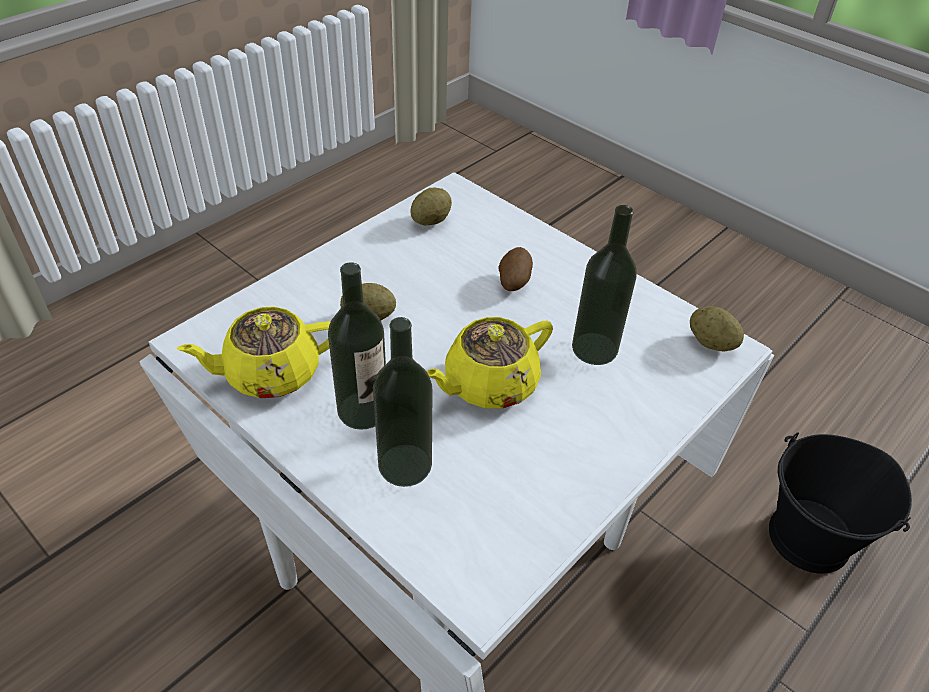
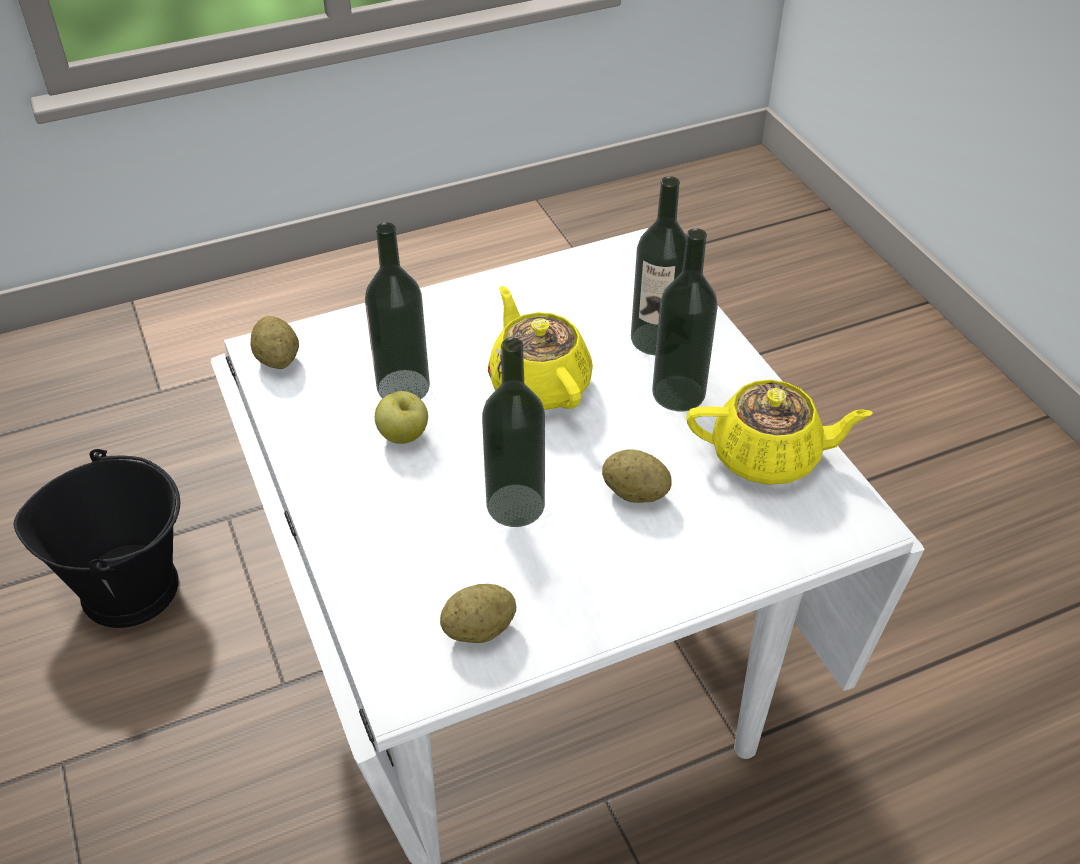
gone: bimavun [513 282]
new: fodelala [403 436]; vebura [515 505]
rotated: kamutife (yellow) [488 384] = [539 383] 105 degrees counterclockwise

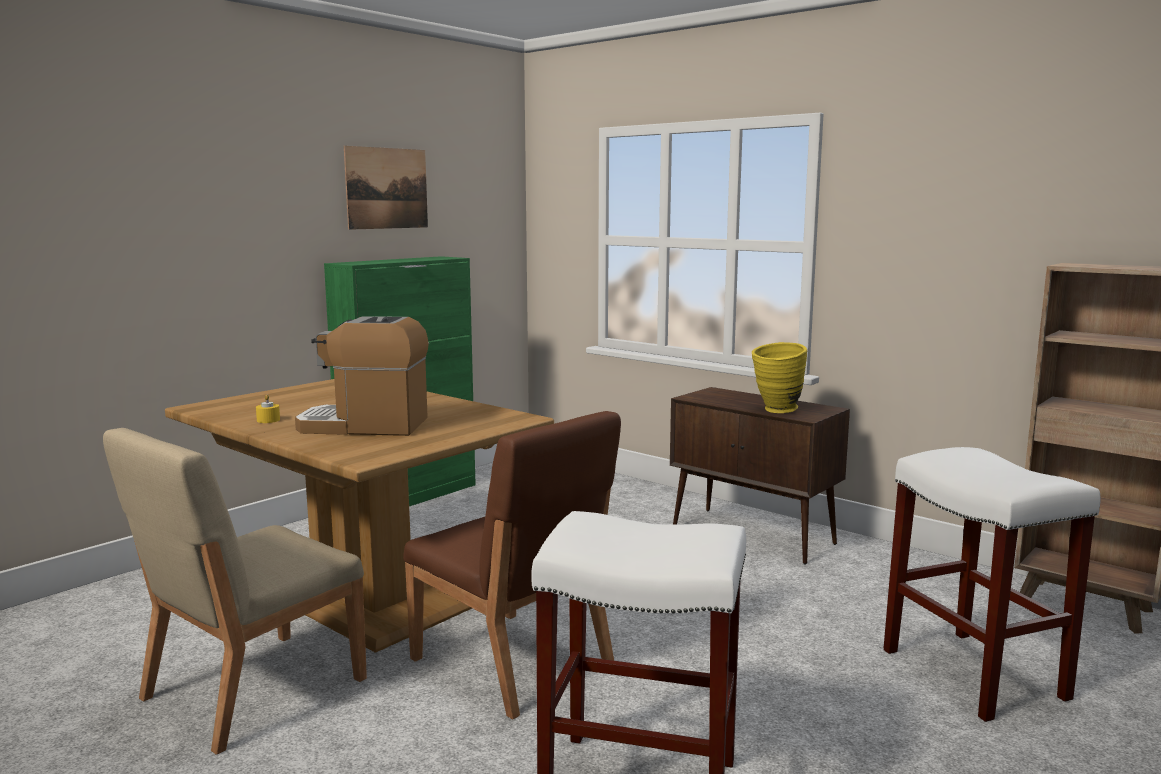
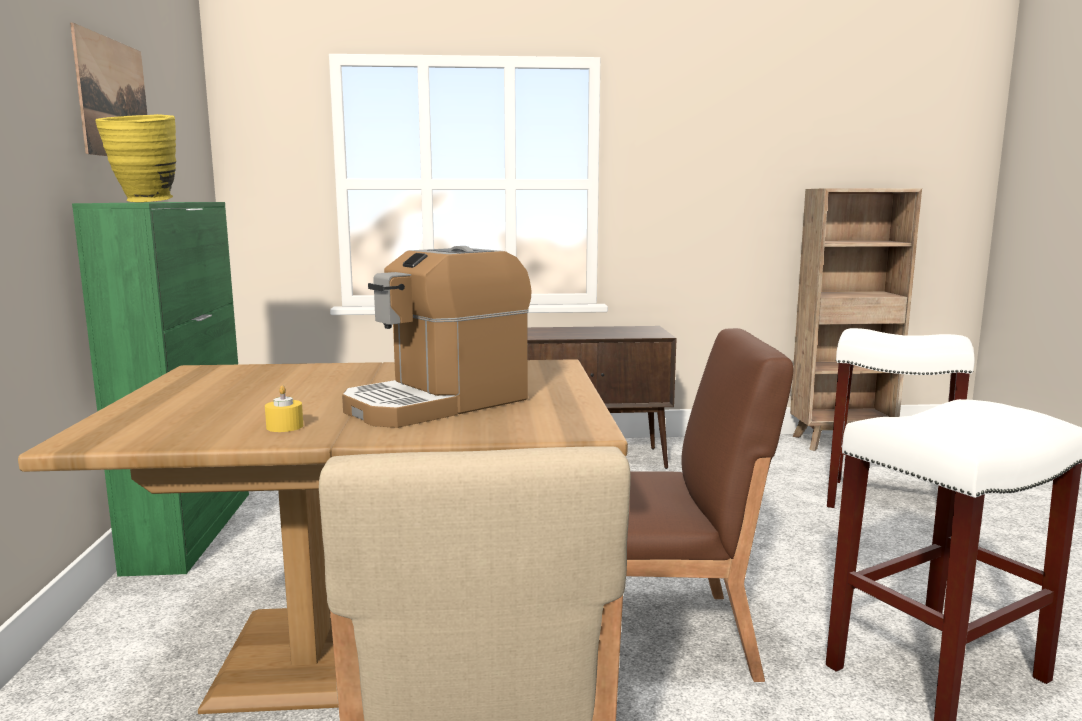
shifted: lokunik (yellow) [776 411] to [144 202]

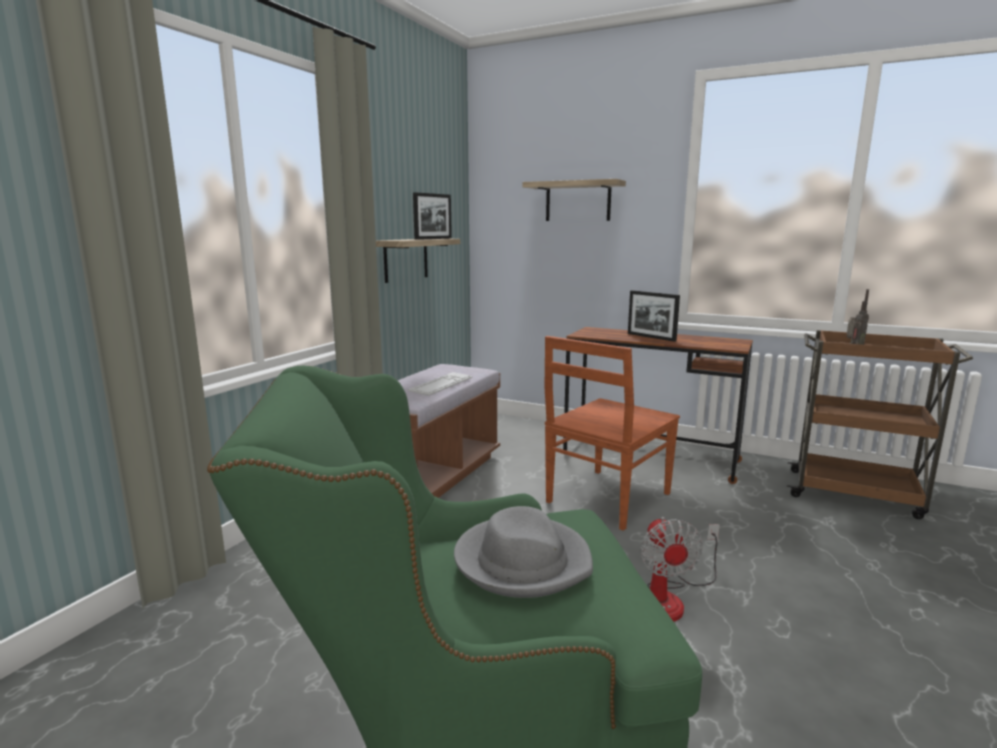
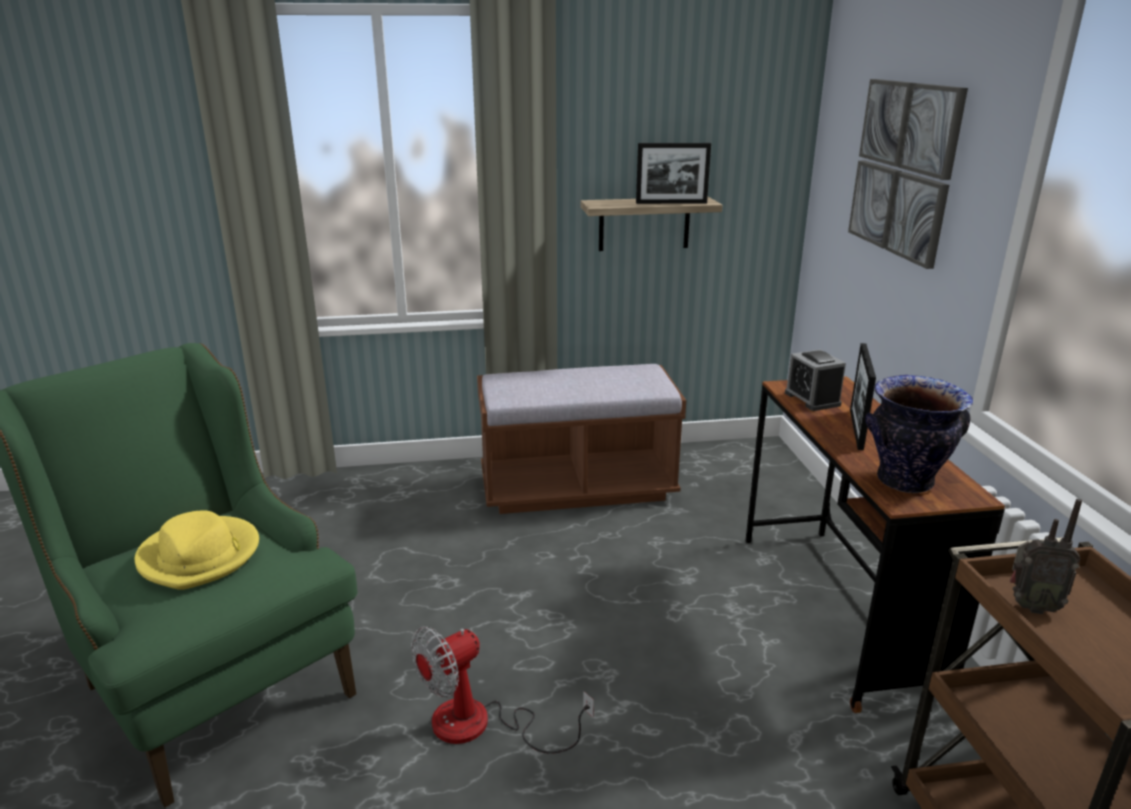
gone: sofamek [441 384]; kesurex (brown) [606 499]
new: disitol [812 399]; lokunik [905 482]
swapped: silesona [578 201] to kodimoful [903 169]
repainted: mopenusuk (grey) [522 560] to mopenusuk (yellow) [200 556]

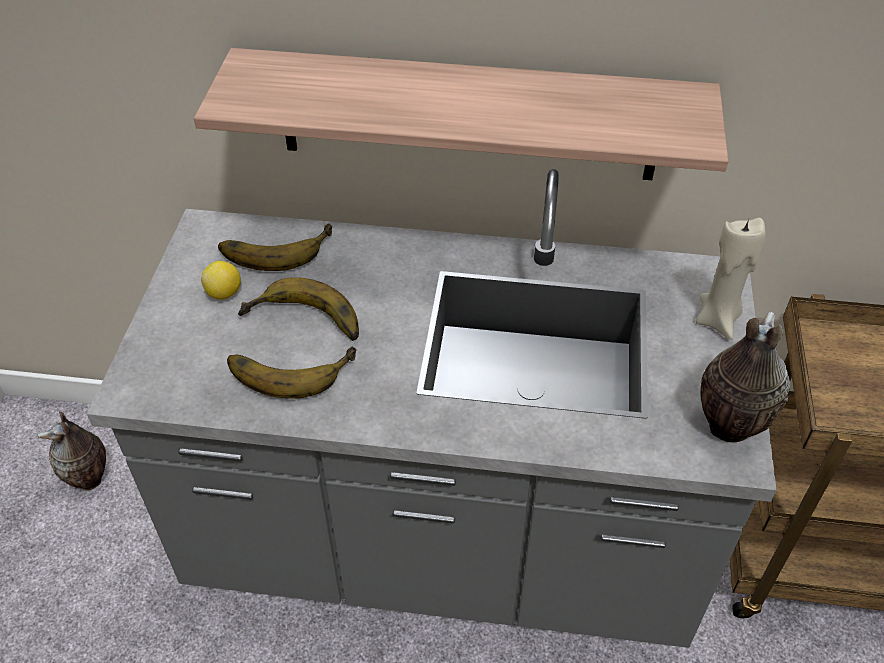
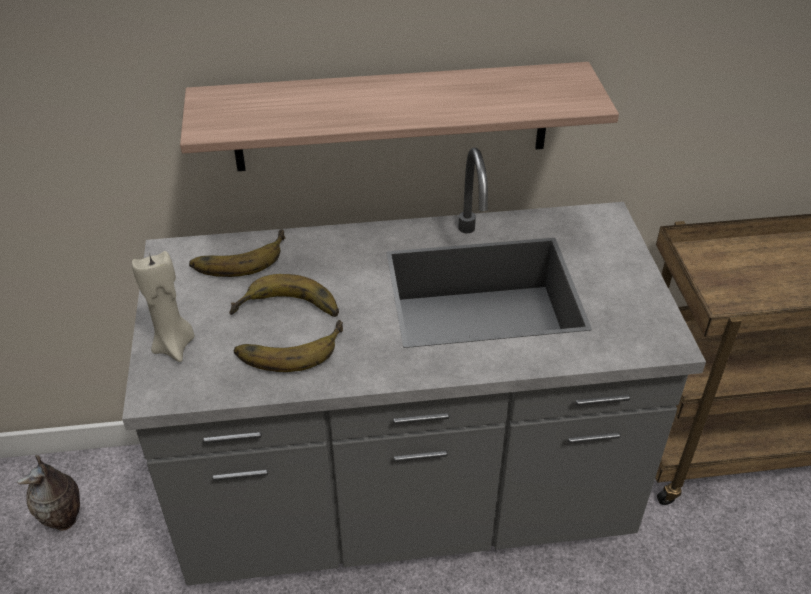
gone: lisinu [224 293]; lokunik [726 427]
shifted: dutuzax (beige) [718 319] to [174 346]

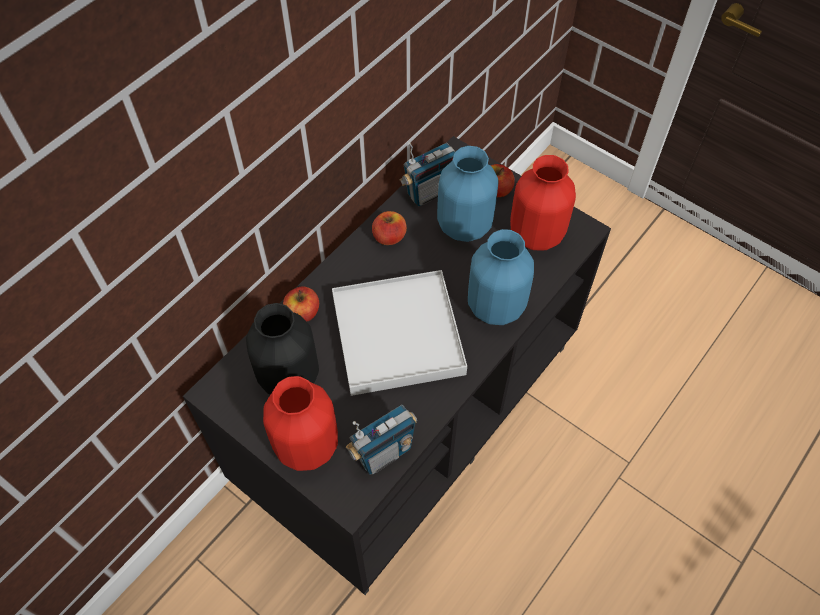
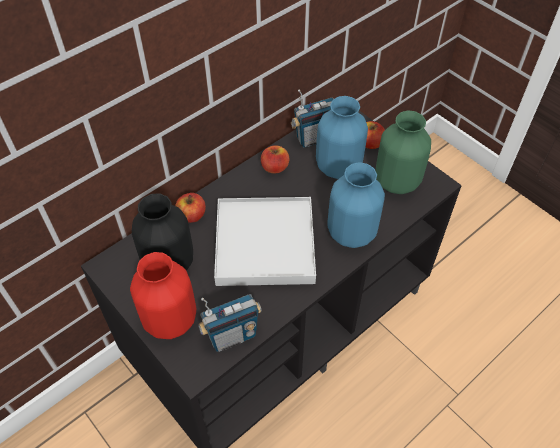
repainted: lokunik (red) [535 234] to lokunik (green) [396 181]

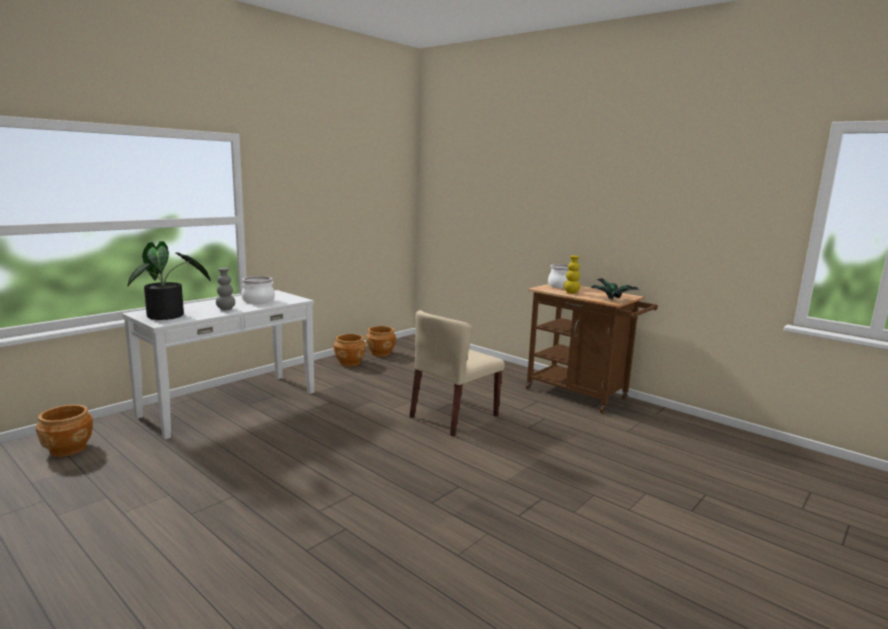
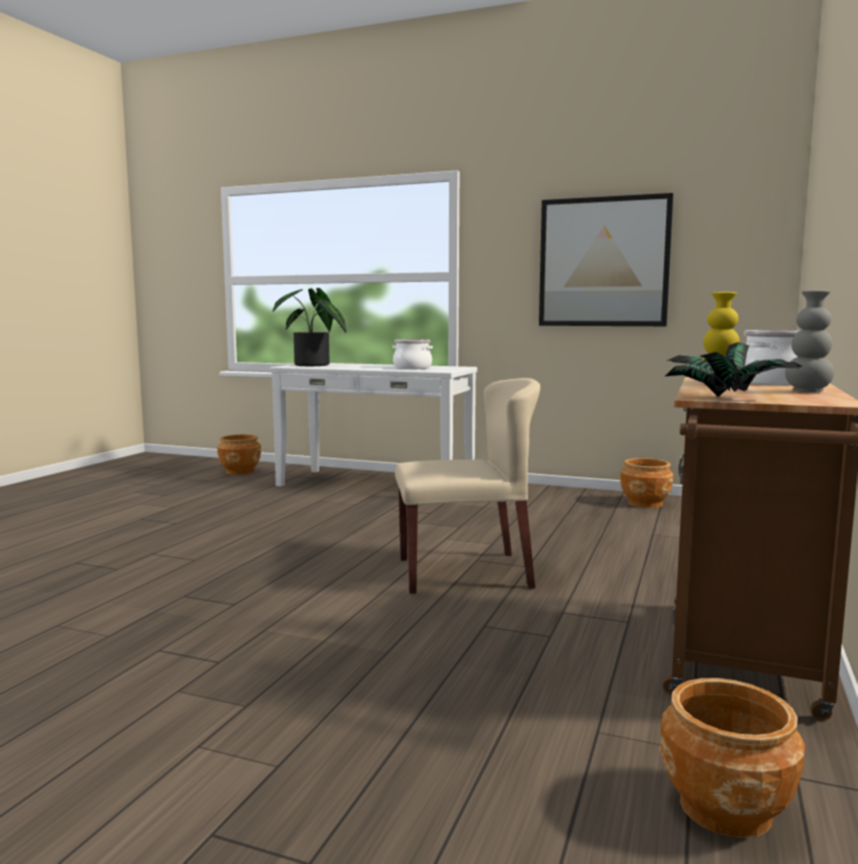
new: kodimoful [603 262]
shifted: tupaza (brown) [350 362] to [726 808]; lokunik (grey) [226 309] to [807 391]
rotated: kesurex (beige) [453 416] = [465 572] 150 degrees clockwise

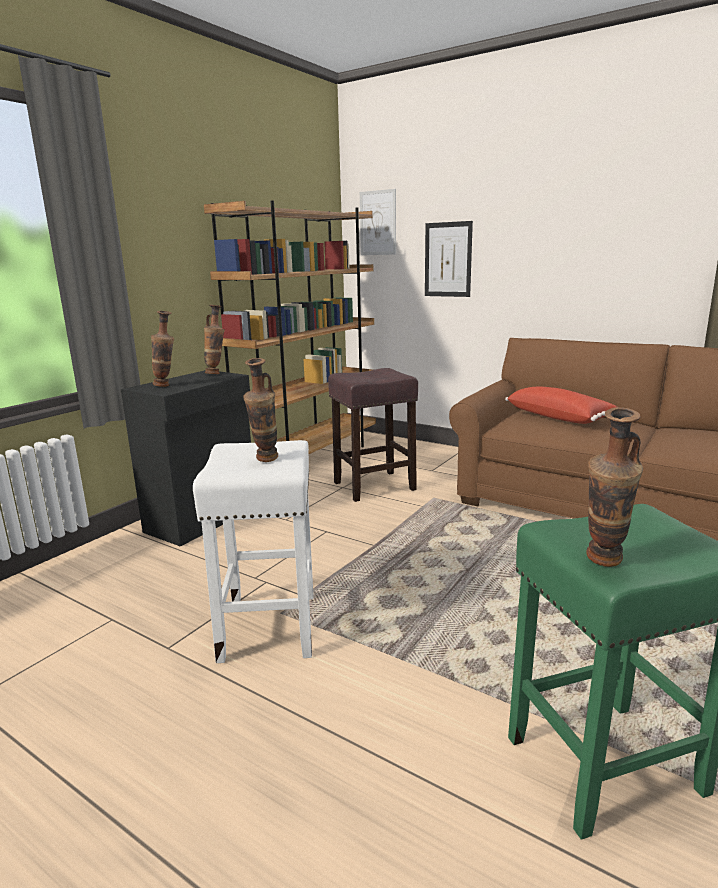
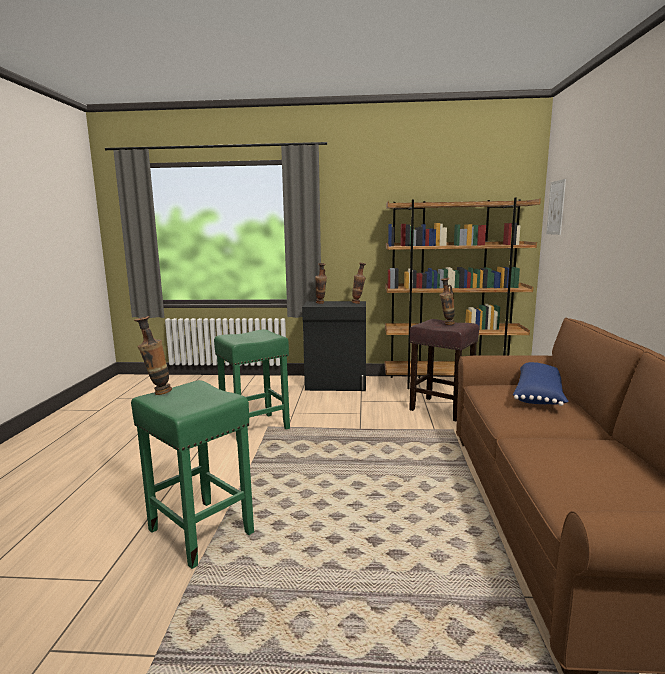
gone: kodimoful [448 259]
shifted: lokunik [265 461] to [446 324]
repainted: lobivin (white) [268 625] to lobivin (green) [256 427]; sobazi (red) [560 417] to sobazi (blue) [540 396]

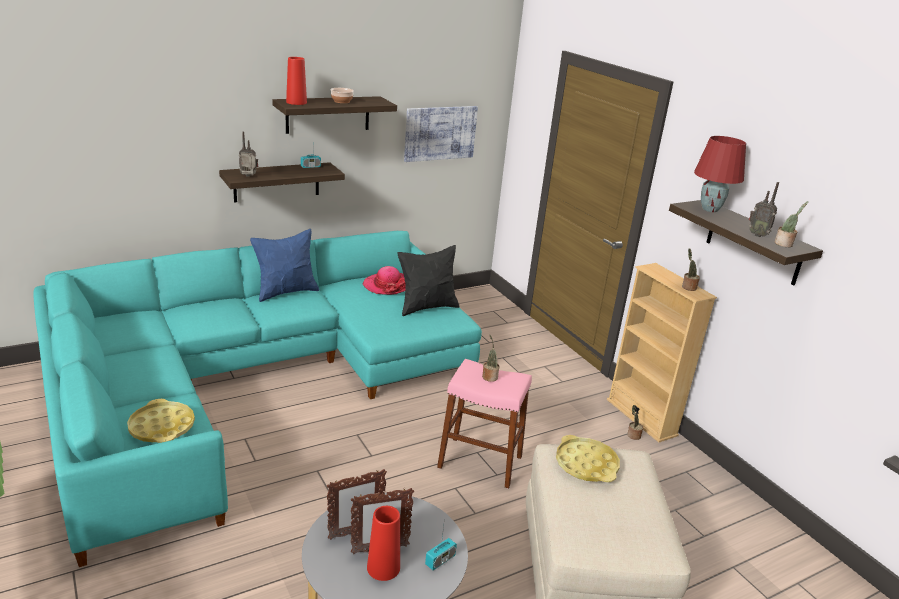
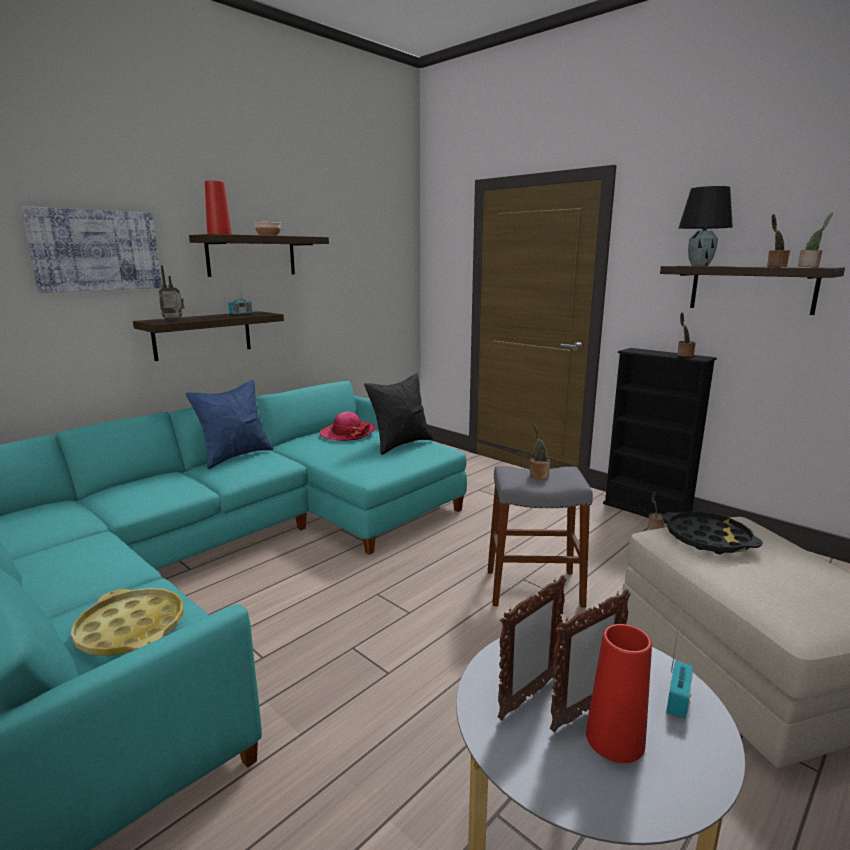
shifted: kodimoful [440 133] to [96 250]
swapped: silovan [757 235] to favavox [775 266]
repainted: lobivin (pink) [480 462] to lobivin (grey) [534 588]; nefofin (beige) [641 417] to nefofin (black) [646 511]; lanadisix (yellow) [586 464] to lanadisix (black) [708 539]; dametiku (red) [709 209] to dametiku (black) [699 265]

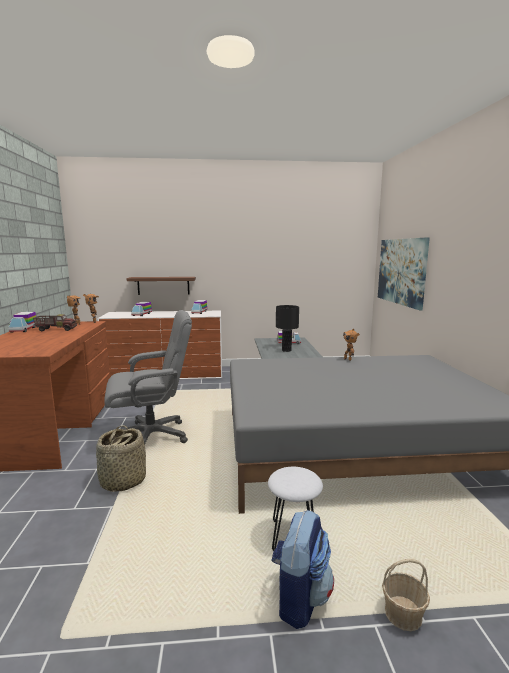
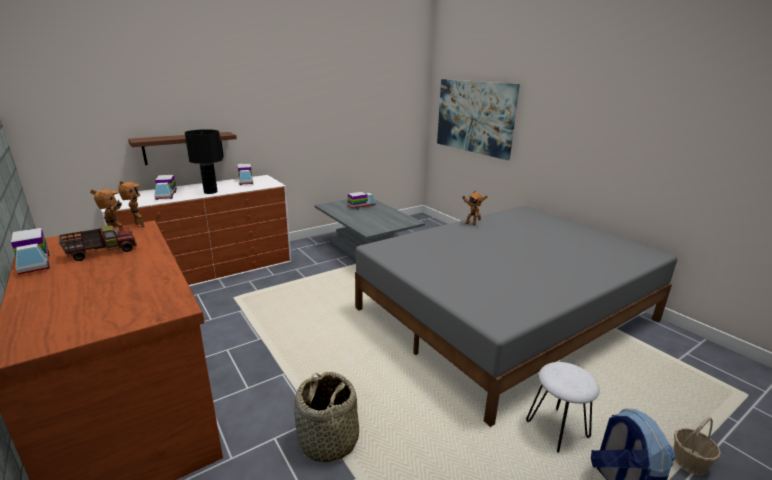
gone: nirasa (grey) [152 436]
shifted: dametiku (black) [286 350] to [210 192]

